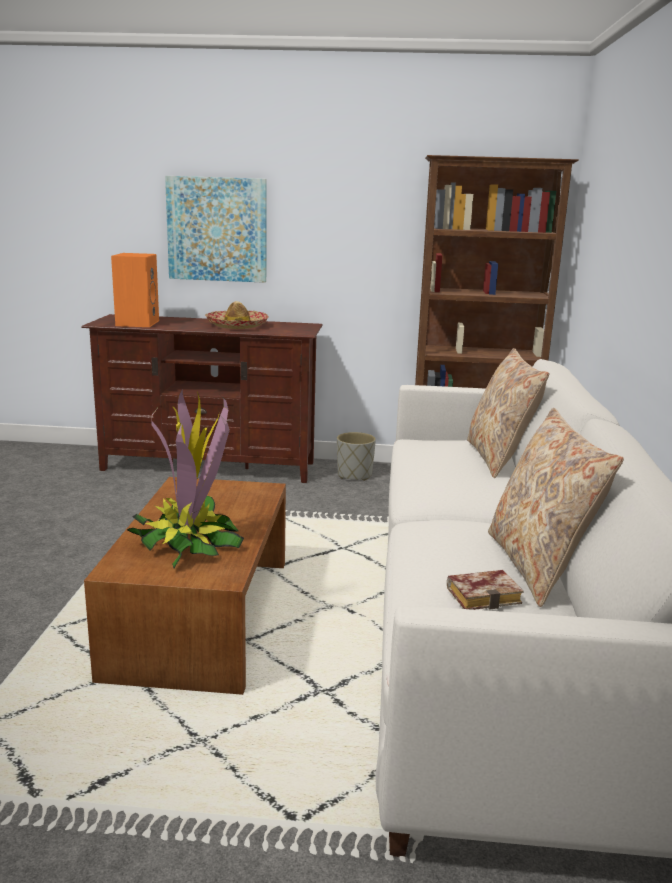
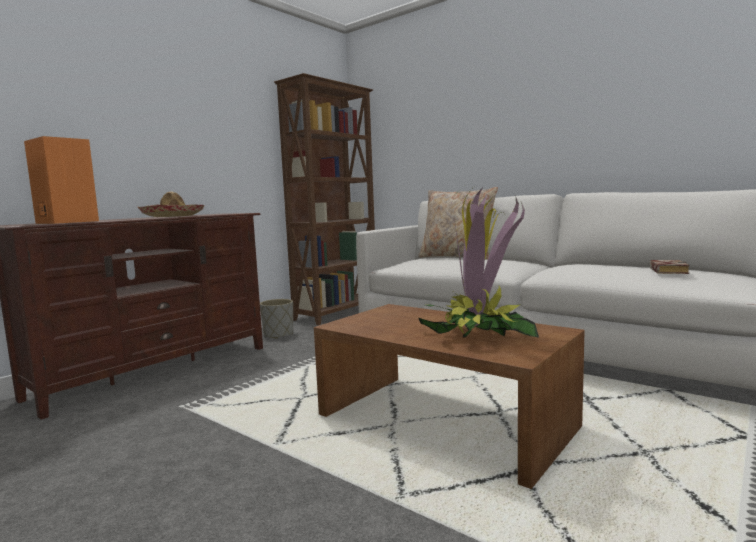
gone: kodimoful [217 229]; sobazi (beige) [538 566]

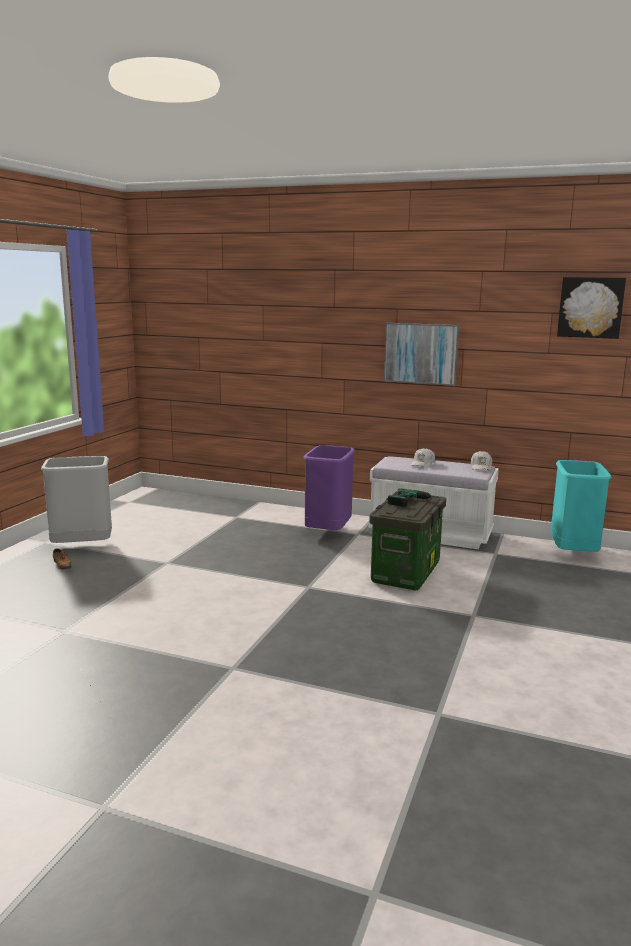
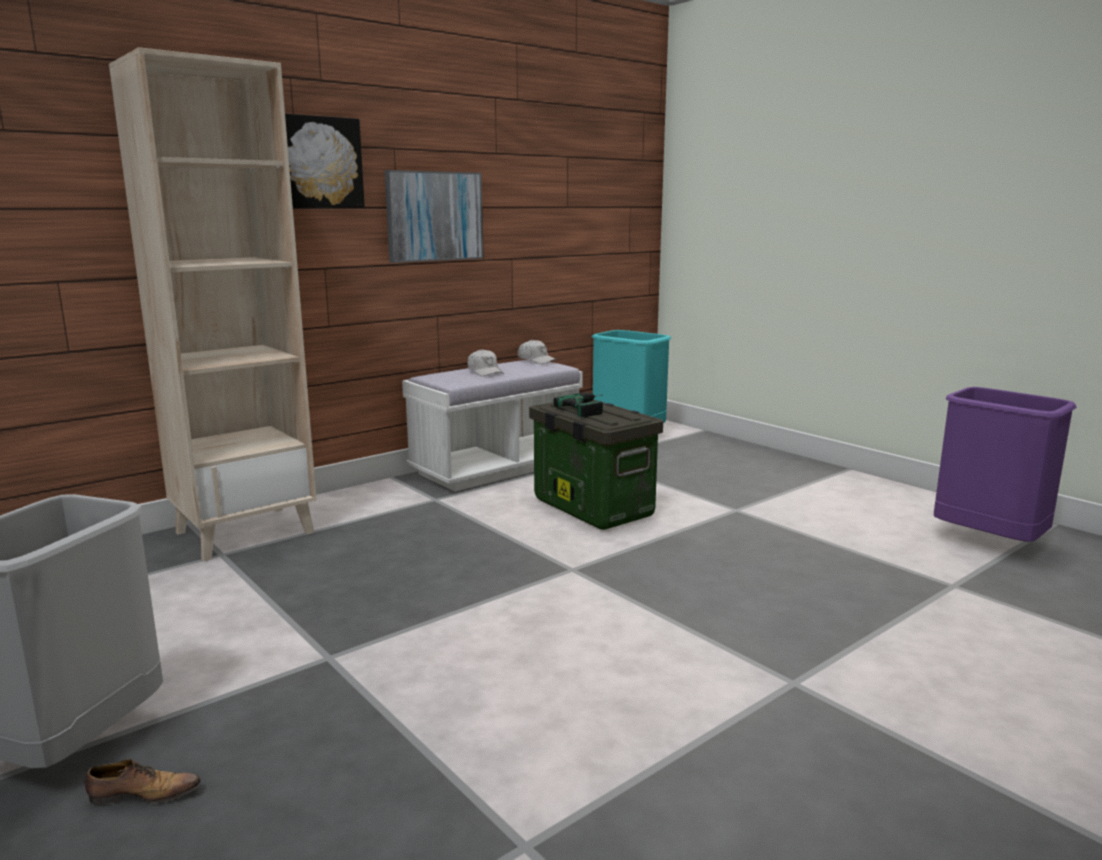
new: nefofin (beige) [245 532]
shifted: kodimoful [590 307] to [318 162]; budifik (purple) [327 532] to [986 542]

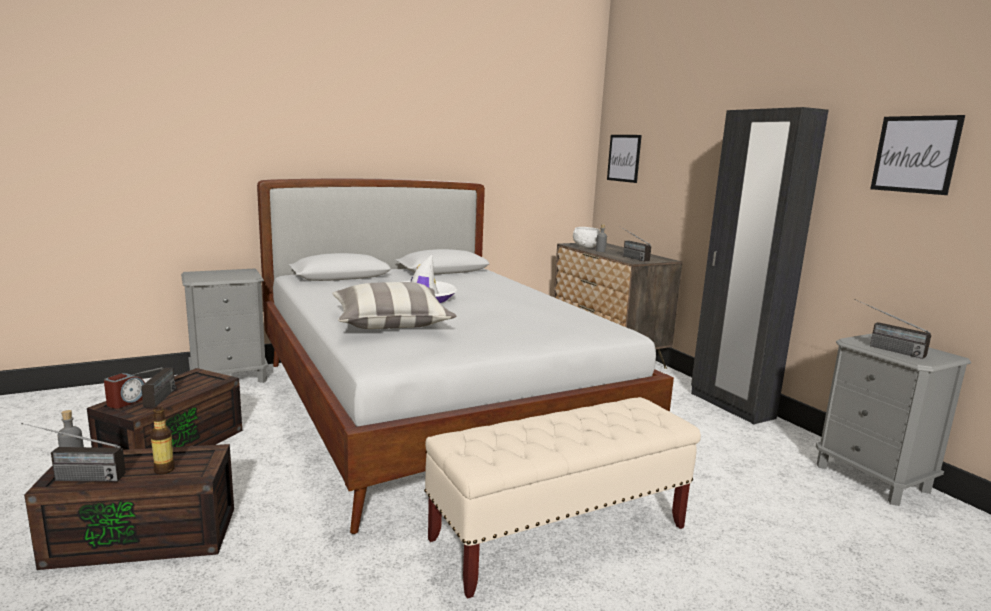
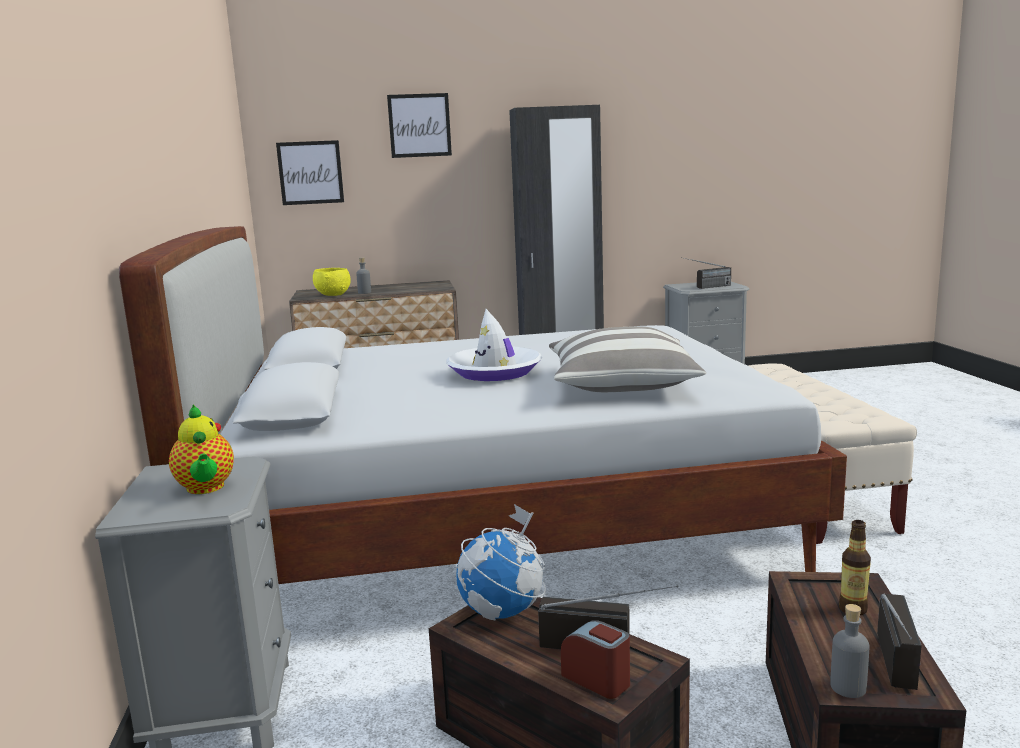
gone: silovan [629 257]
new: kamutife [206 489]; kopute [503 612]
shifted: kodimoful [915 154] to [419 125]
repainted: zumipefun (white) [586 247] to zumipefun (yellow) [333 295]

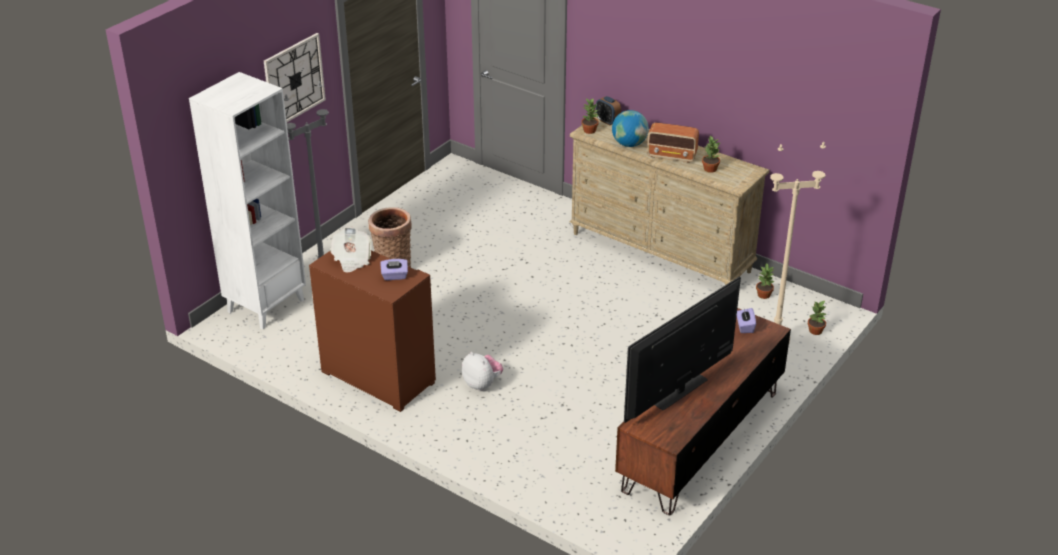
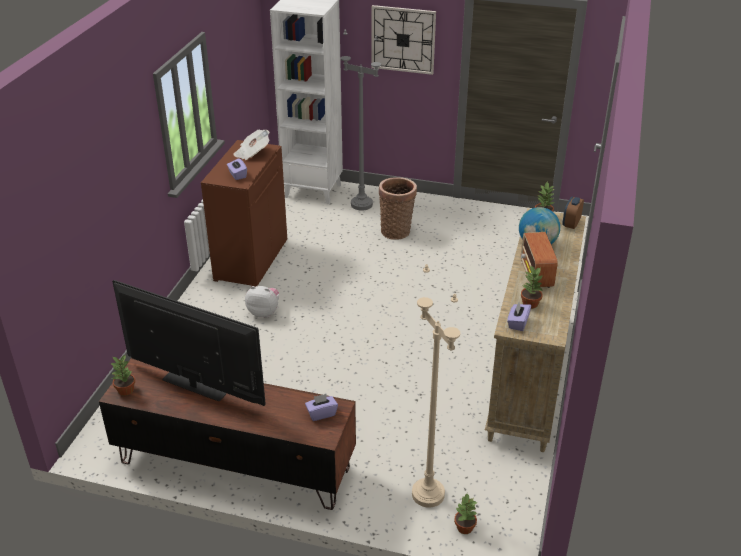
new: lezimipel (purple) [517 323]
shifted: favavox [764 295] to [126 390]
rotated: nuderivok [482 384] = [264 312] 105 degrees counterclockwise

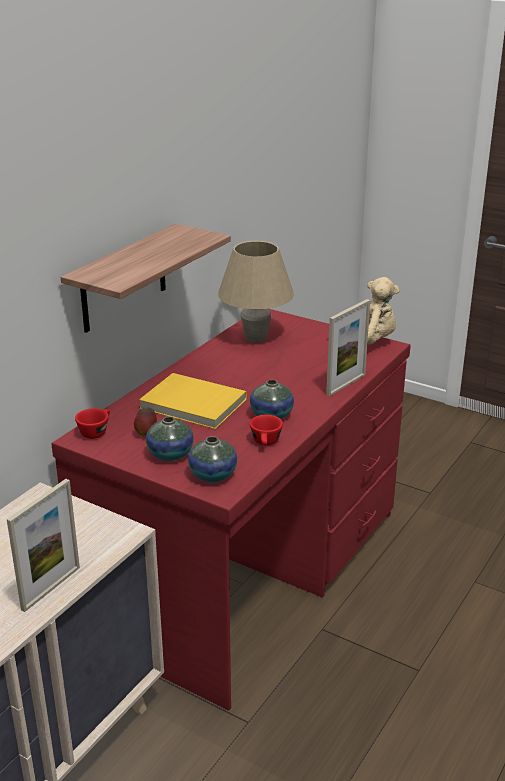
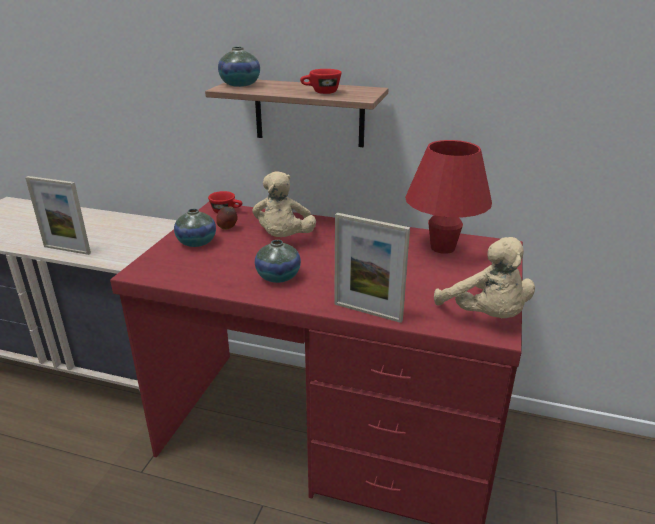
shifted: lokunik [213 475] to [240 85]; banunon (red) [266 443] to [321 92]
swapped: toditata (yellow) [192 405] to nuderivok (beige) [284 238]
repainted: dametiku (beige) [255 337] to dametiku (red) [442 248]

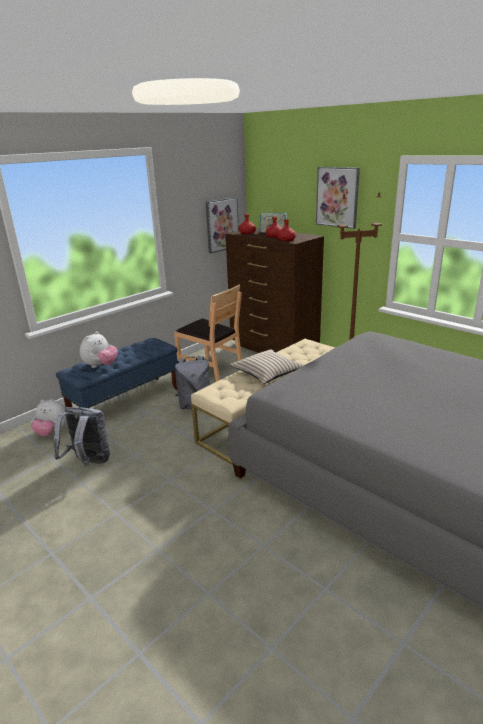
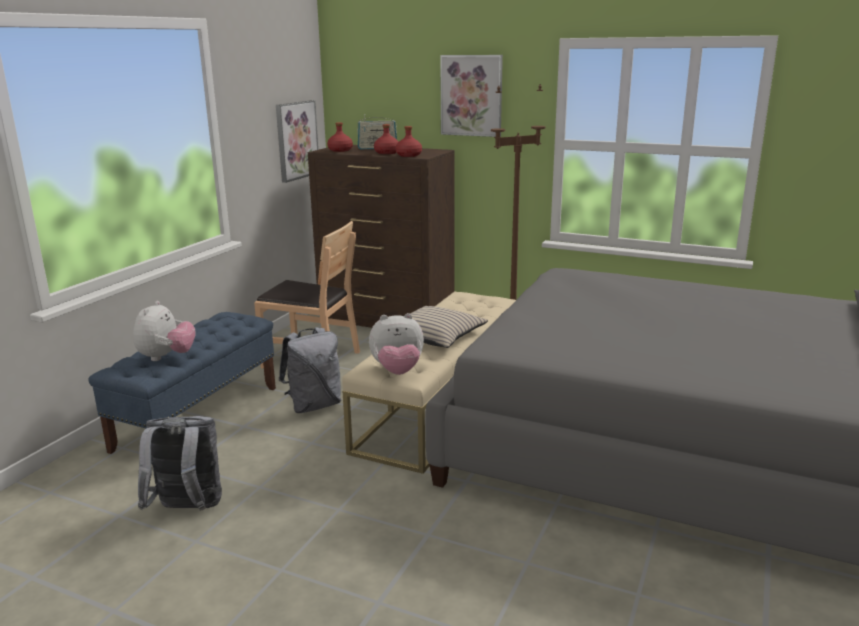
shifted: nuderivok [52 432] to [397 371]

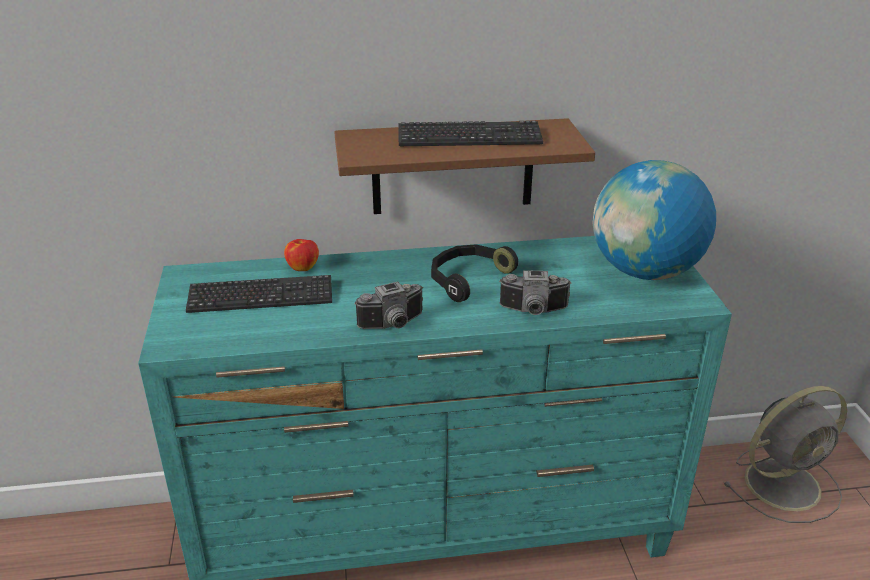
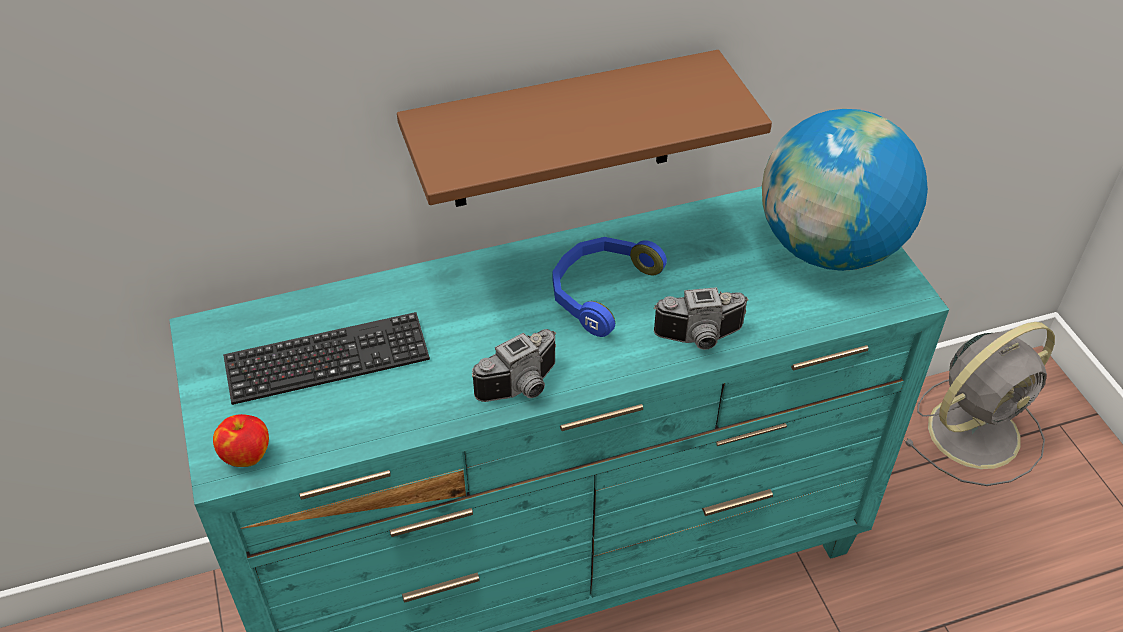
gone: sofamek [469 137]
shifted: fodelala [303 267] to [246 455]
repainted: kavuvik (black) [467 279] to kavuvik (blue) [600 291]

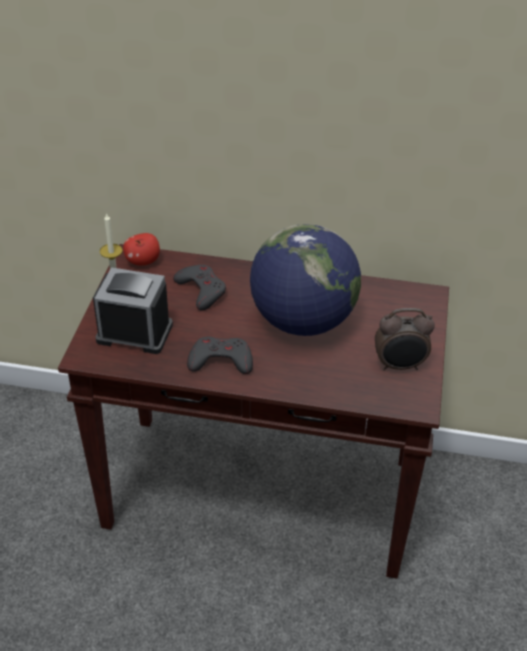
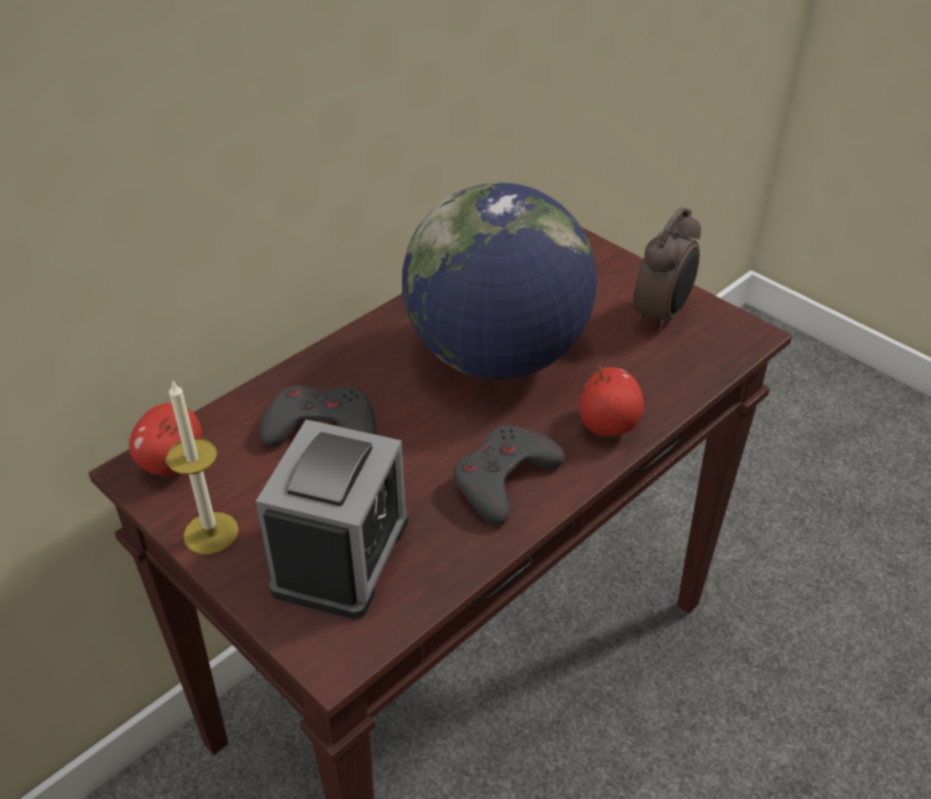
new: fodelala [608 426]
rotated: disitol [134 333] = [341 555] 150 degrees clockwise

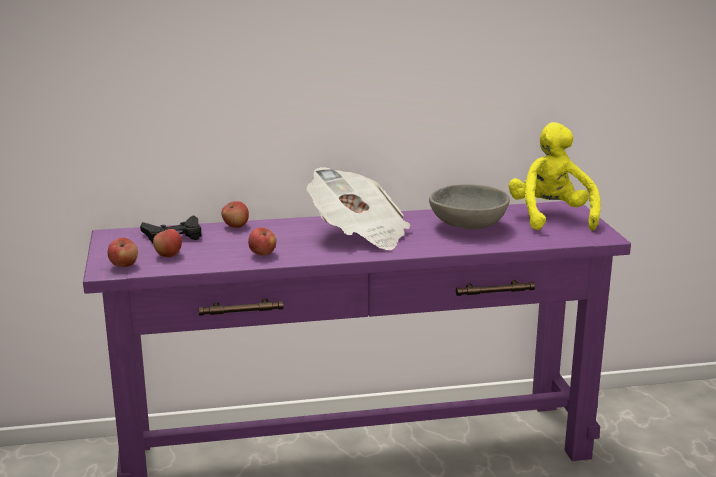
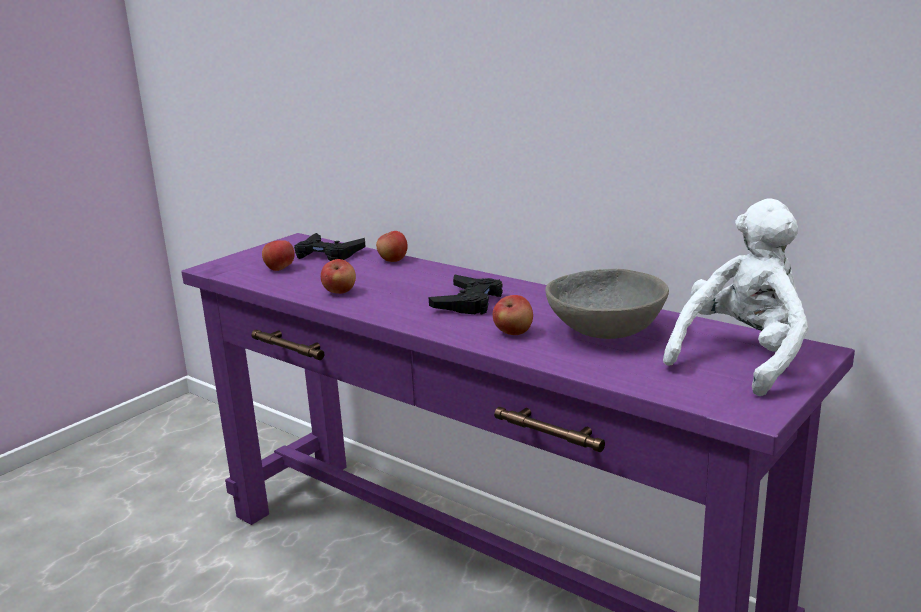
shifted: fodelala [124 265] to [513 333]
swapped: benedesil [359 234] to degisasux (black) [468 302]
repainted: nuderivok (yellow) [551 217] to nuderivok (white) [742 358]

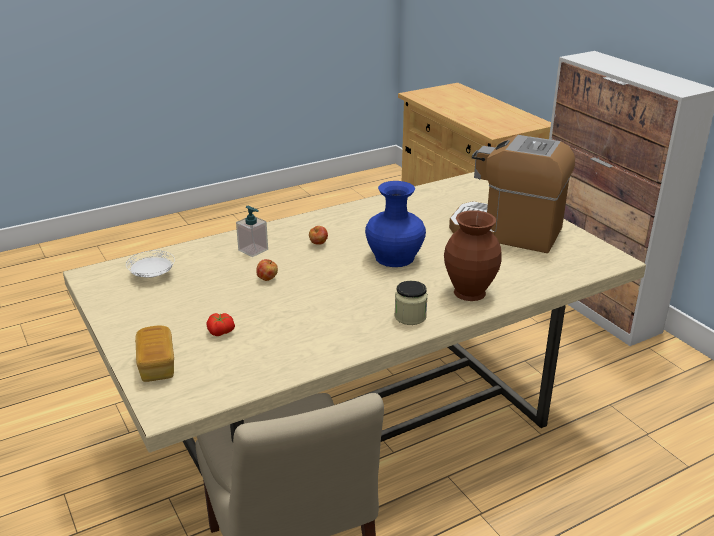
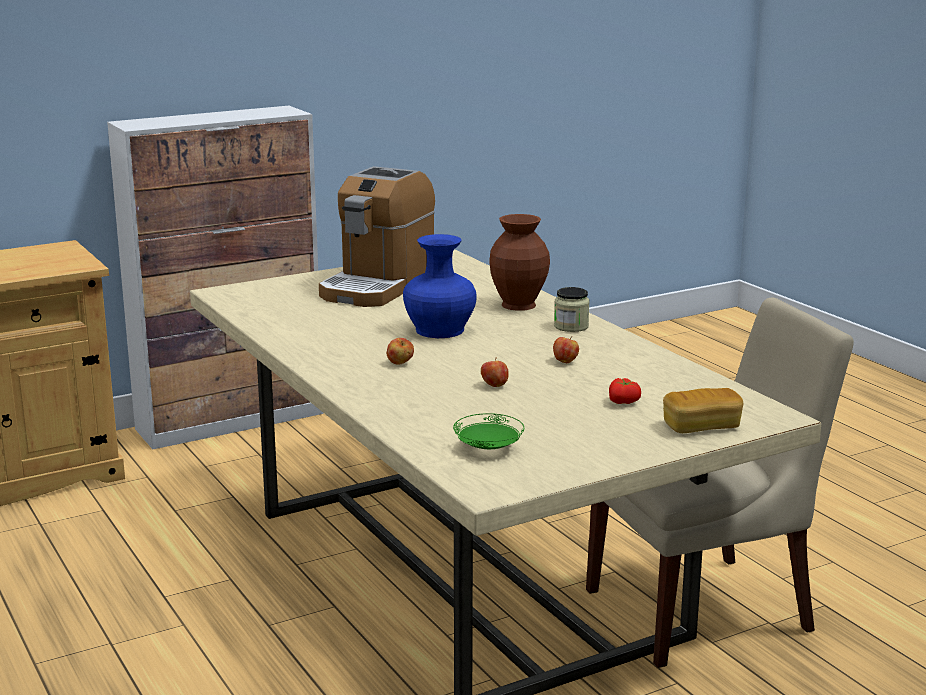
gone: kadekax [253 250]
new: fodelala [565 361]
repainted: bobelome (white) [152 275] to bobelome (green) [488 449]

